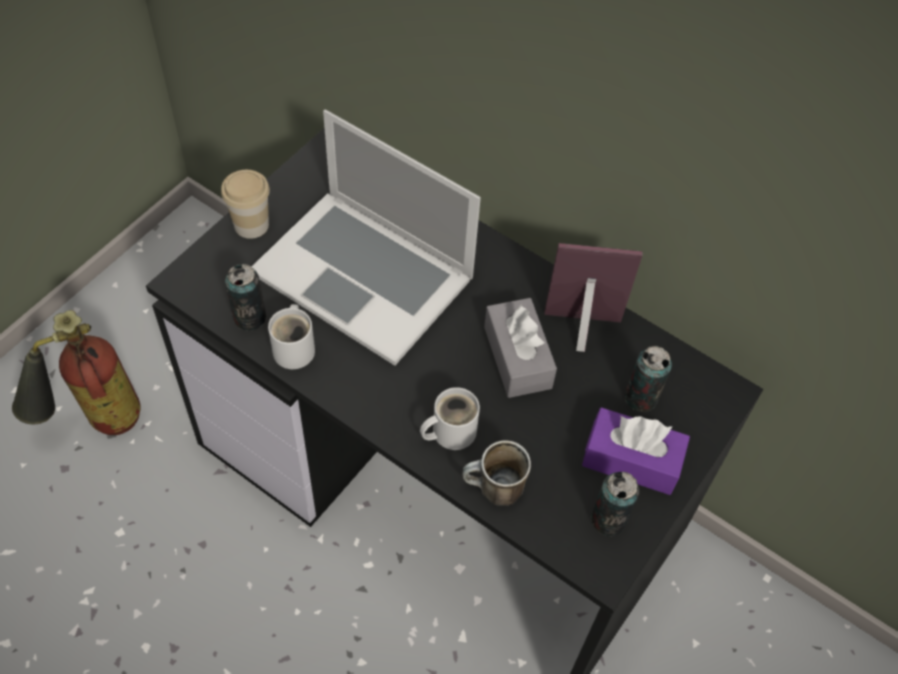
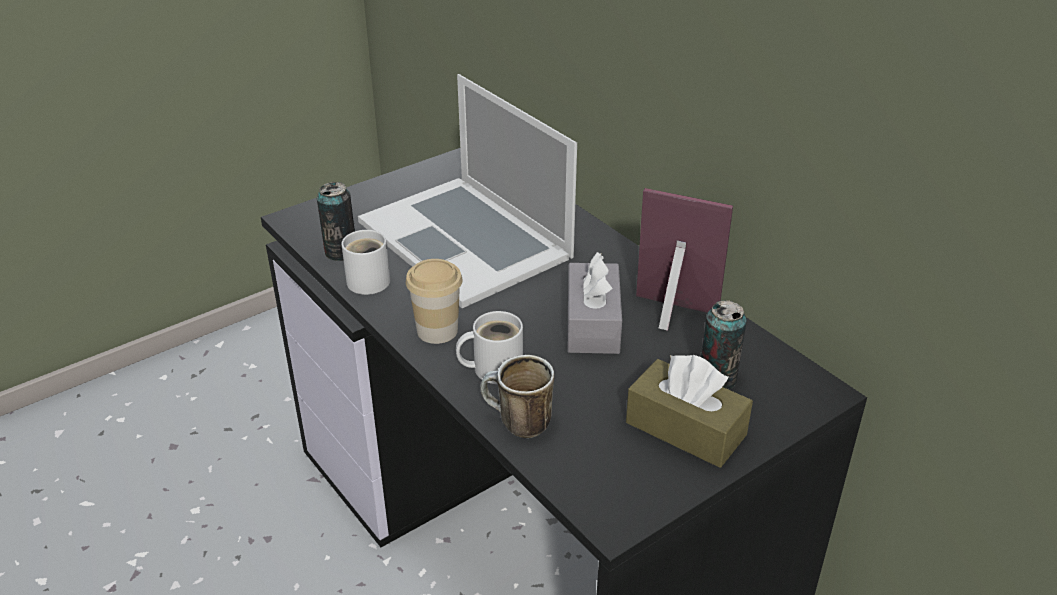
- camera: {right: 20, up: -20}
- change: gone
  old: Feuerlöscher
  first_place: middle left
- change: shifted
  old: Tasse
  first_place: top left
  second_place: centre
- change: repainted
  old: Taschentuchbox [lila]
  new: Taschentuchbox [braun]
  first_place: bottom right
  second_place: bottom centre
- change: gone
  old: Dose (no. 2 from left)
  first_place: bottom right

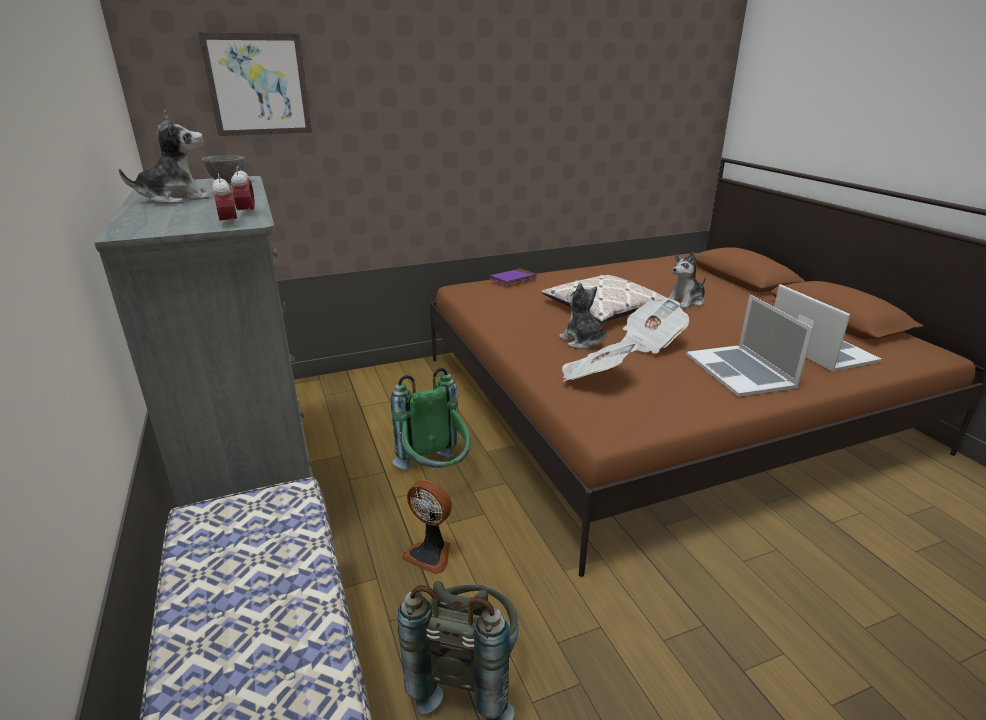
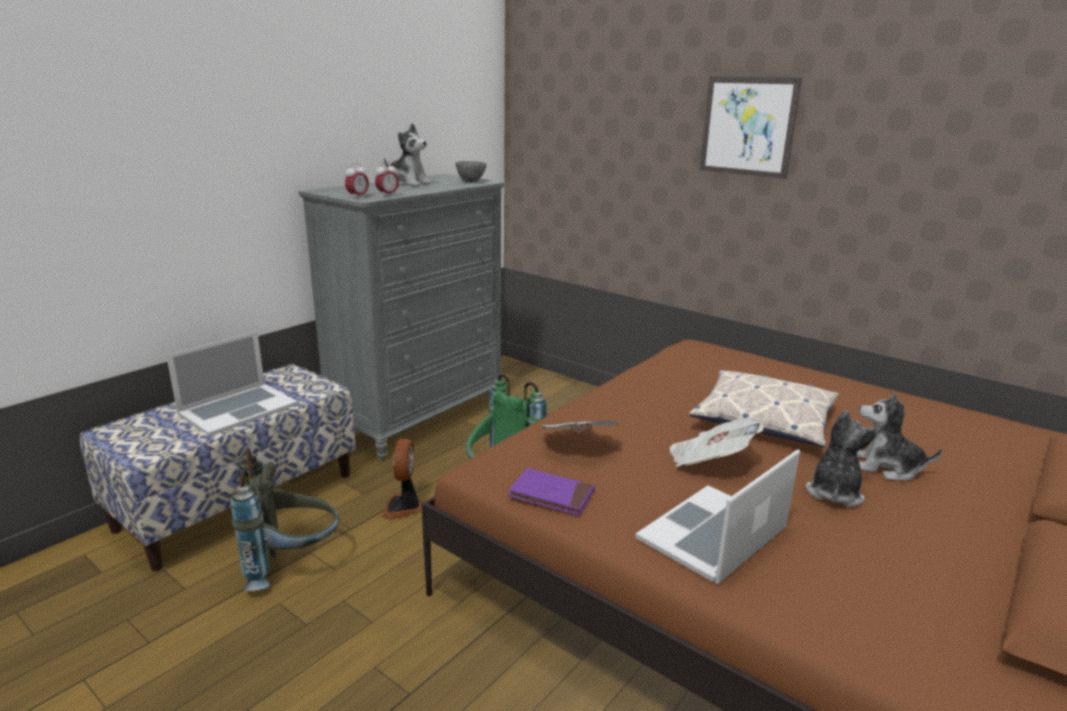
- camera: {right: 60, up: -5}
- change: shifted
  old: Bild
  first_place: top left
  second_place: top right
- change: shifted
  old: Buch [lila]
  first_place: centre
  second_place: bottom centre
- change: shifted
  old: Plüschtier (no. 2 from left)
  first_place: centre
  second_place: middle right
- change: shifted
  old: Laptop (no. 2 from left in the first image)
  new: Laptop (no. 1 from left)
  first_place: middle right
  second_place: middle left

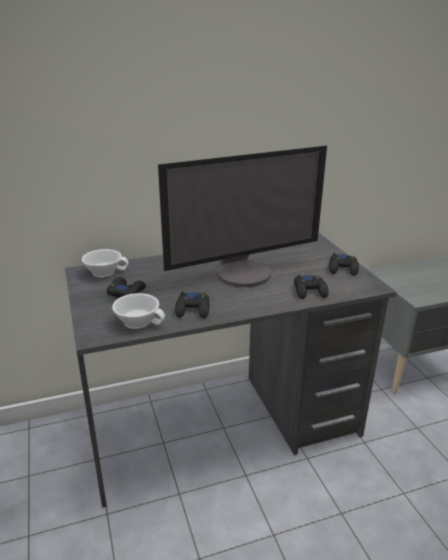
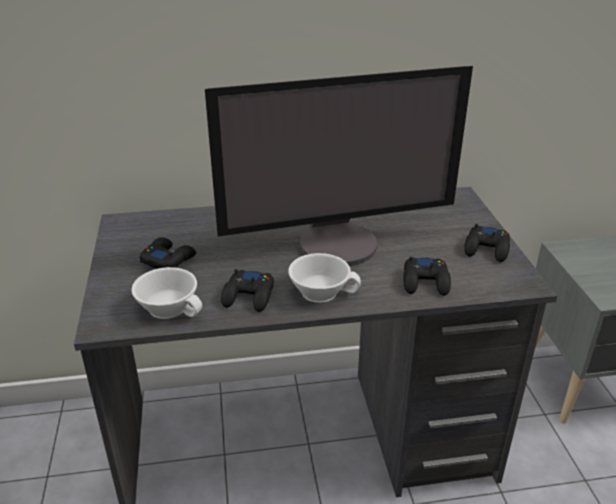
- camera: {right: 10, up: 5}
- change: shifted
  old: Tasse [weiß] (no. 1 from left in the first image)
  new: Tasse [weiß] (no. 2 from left)
  first_place: middle left
  second_place: centre

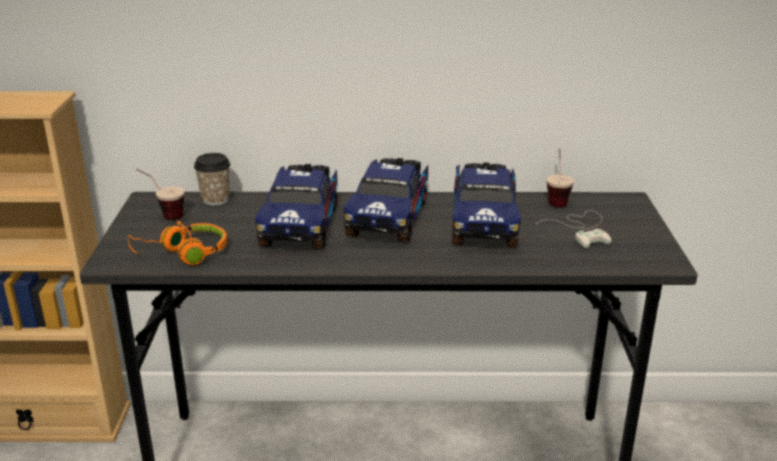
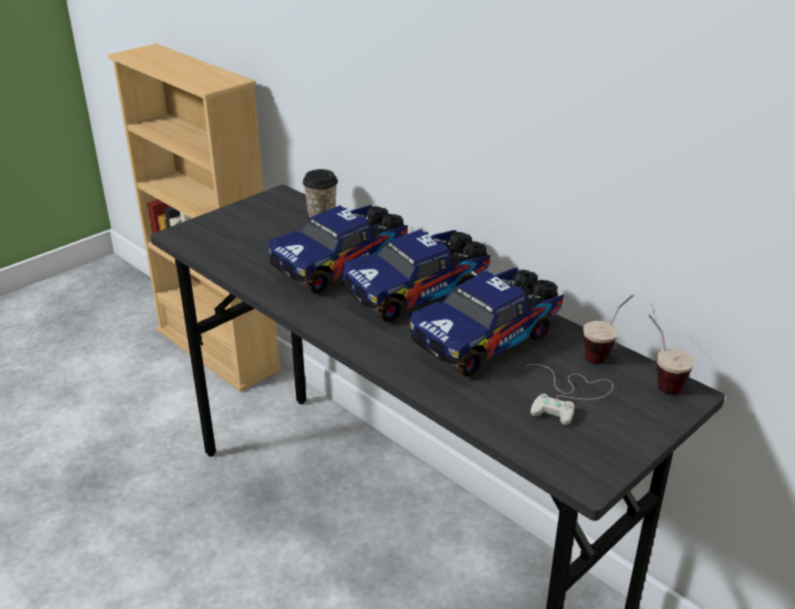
- camera: {right: 45, up: 5}
- change: gone
  old: Kopfhörer [orange]
  first_place: middle left
- change: shifted
  old: Tasse (no. 1 from left in the first image)
  new: Tasse (no. 3 from left)
  first_place: middle left
  second_place: middle right

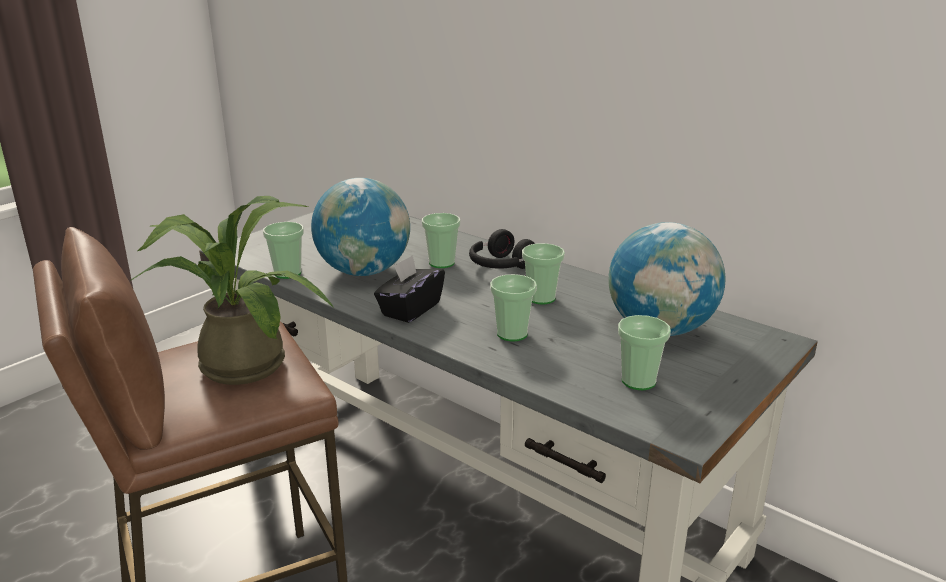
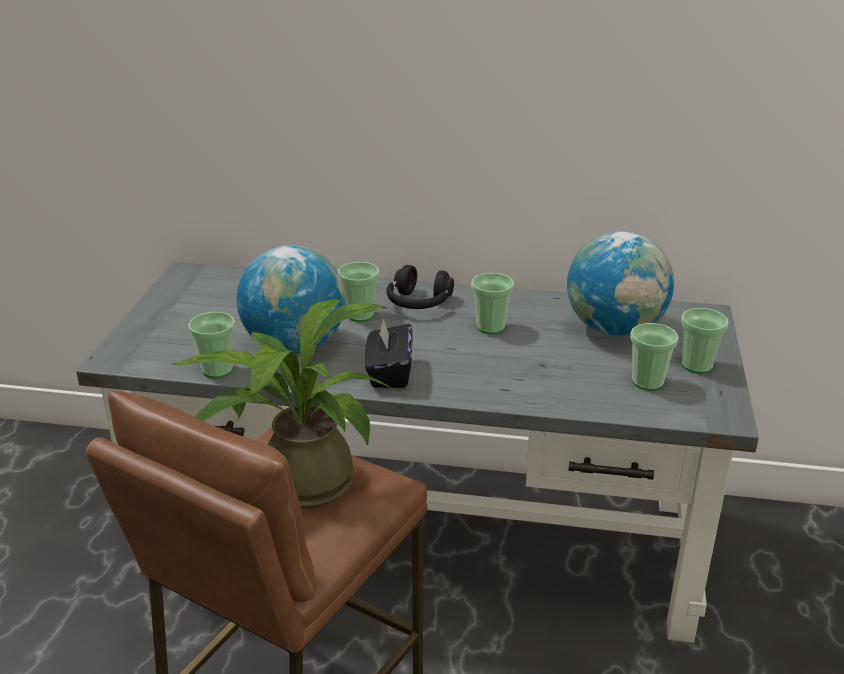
- camera: {right: -30, up: 5}
- change: shifted
  old: Tasse (no. 3 from left in the first image)
  new: Tasse (no. 5 from left)
  first_place: centre
  second_place: middle right

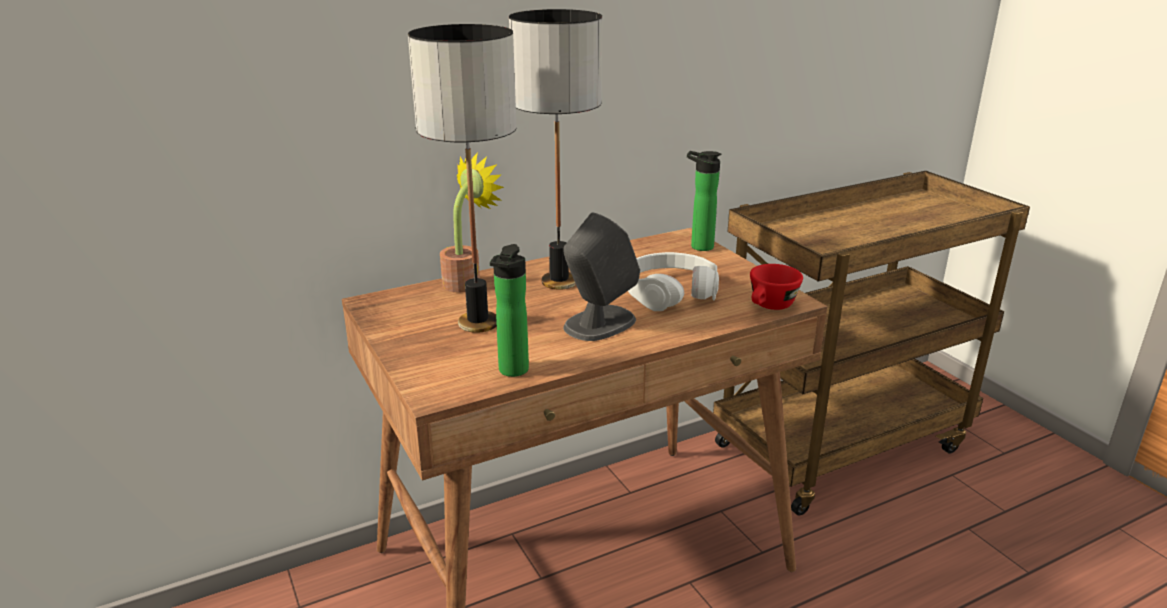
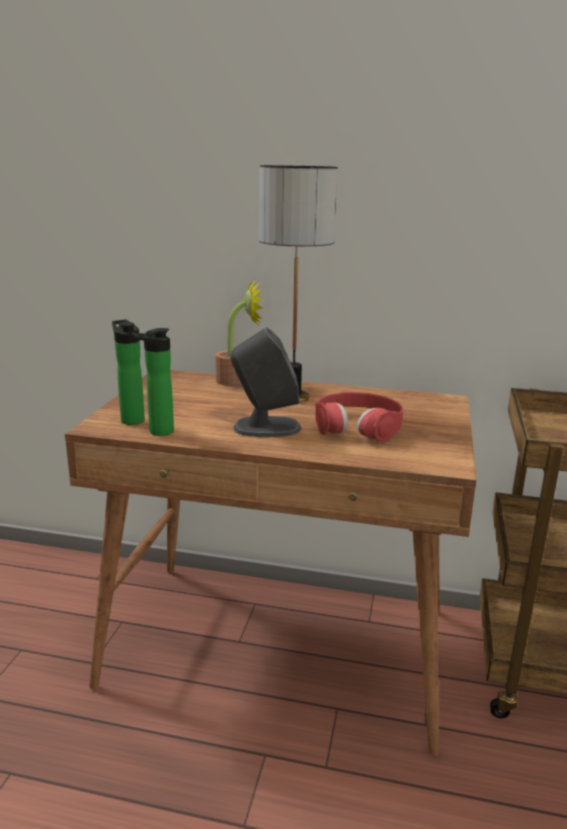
- camera: {right: 40, up: -5}
- change: gone
  old: Tischlampe (no. 1 from left)
  first_place: top centre
- change: repainted
  old: Kopfhörer [weiß]
  new: Kopfhörer [rot]
  first_place: centre
  second_place: centre
- change: shifted
  old: Flasche (no. 2 from left in the first image)
  new: Flasche (no. 1 from left)
  first_place: top centre
  second_place: middle left
- change: gone
  old: Tasse [rot]
  first_place: centre

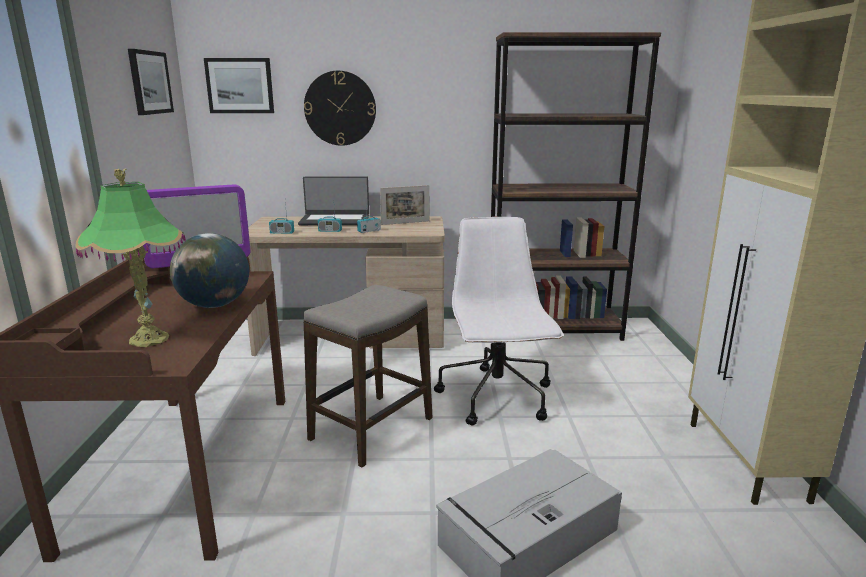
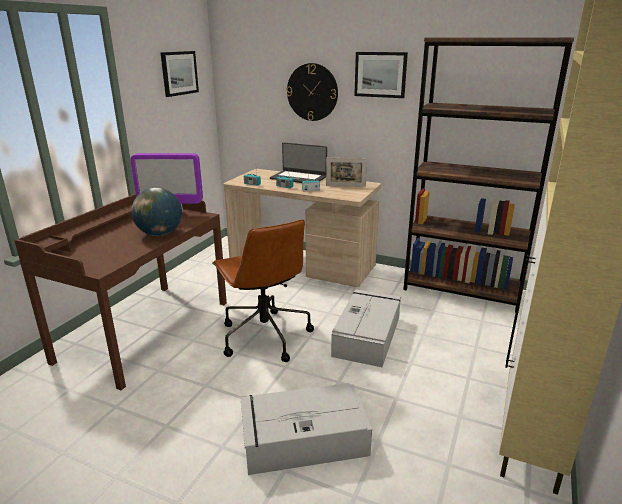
- camera: {right: 25, up: 5}
- change: gone
  old: Tischlampe
  first_place: middle left
- change: shifted
  old: Bild (no. 2 from left)
  first_place: top left
  second_place: top centre
- change: swapped
  old: Hocker
  new: Bürostuhl [braun]
  first_place: centre
  second_place: centre
- change: swapped
  old: Bürostuhl [weiß]
  new: Aufbewahrungsbox [grau] (no. 2 from left)
  first_place: centre
  second_place: centre

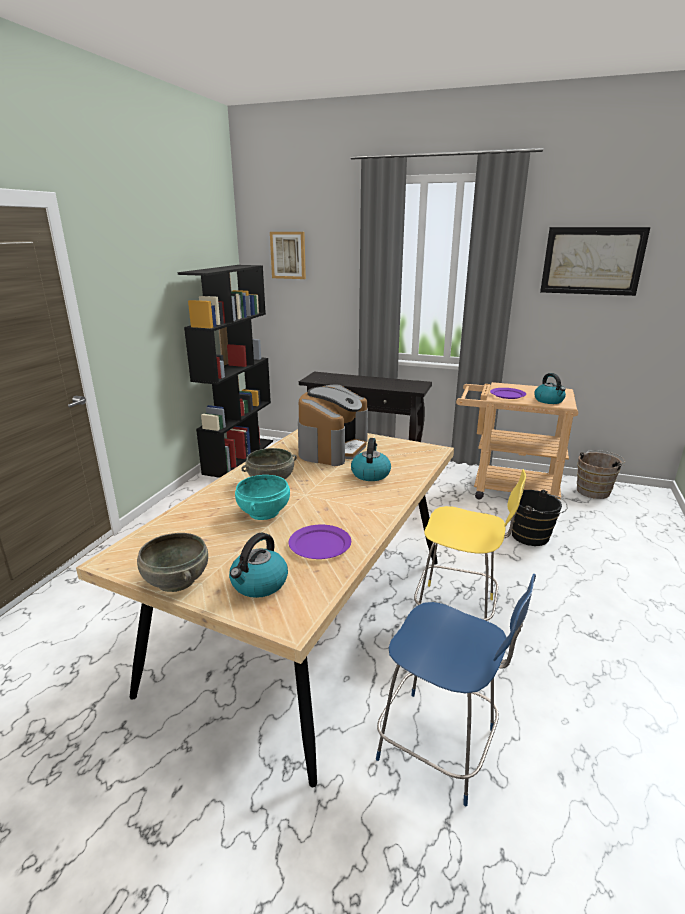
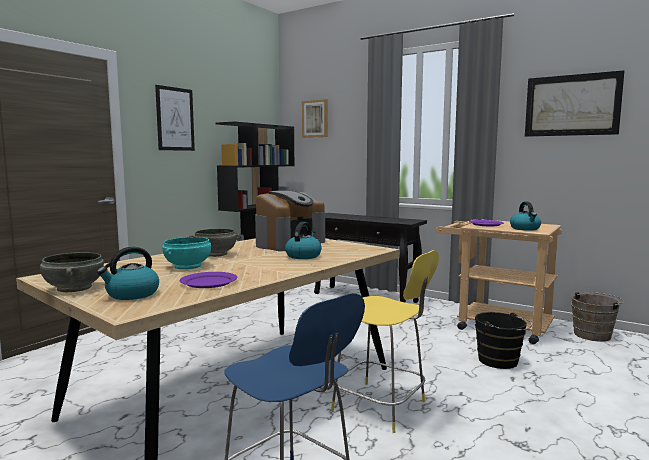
- camera: {right: 15, up: -15}
- change: new
  new: Bild (no. 1 from left)
  second_place: top left

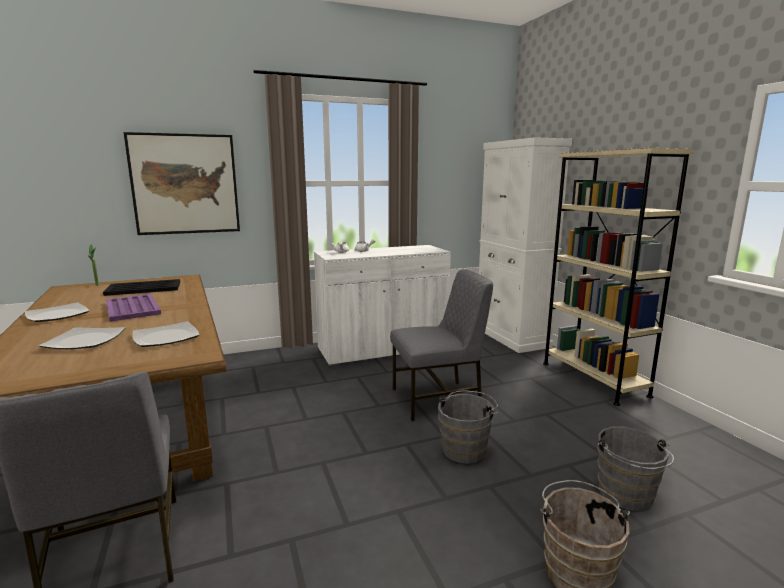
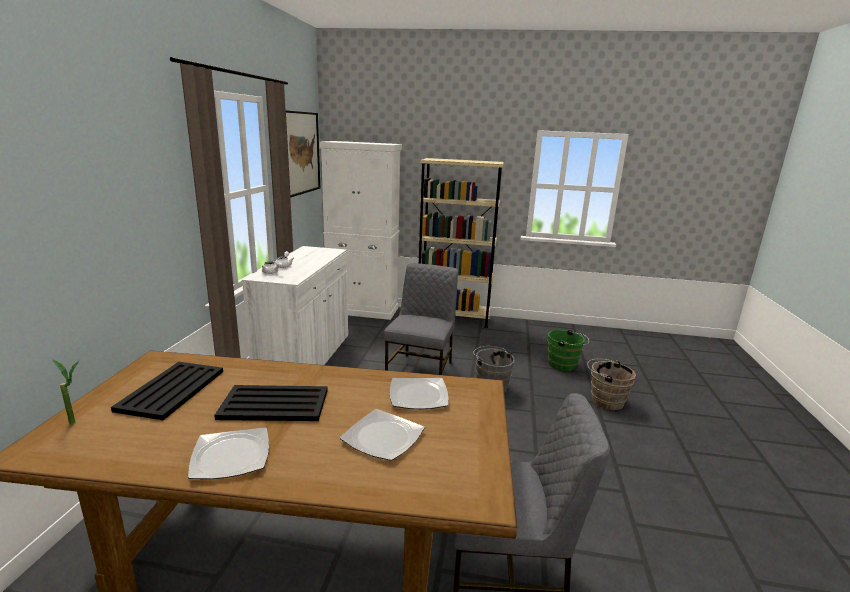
- camera: {right: -60, up: 5}
- change: repainted
  old: Tablett [lila]
  new: Tablett [schwarz] (no. 2 from left)
  first_place: middle left
  second_place: bottom left
- change: shifted
  old: Bild
  first_place: top left
  second_place: top centre
- change: repainted
  old: Eimer [grau] (no. 2 from left)
  new: Eimer [grün]
  first_place: bottom right
  second_place: middle right

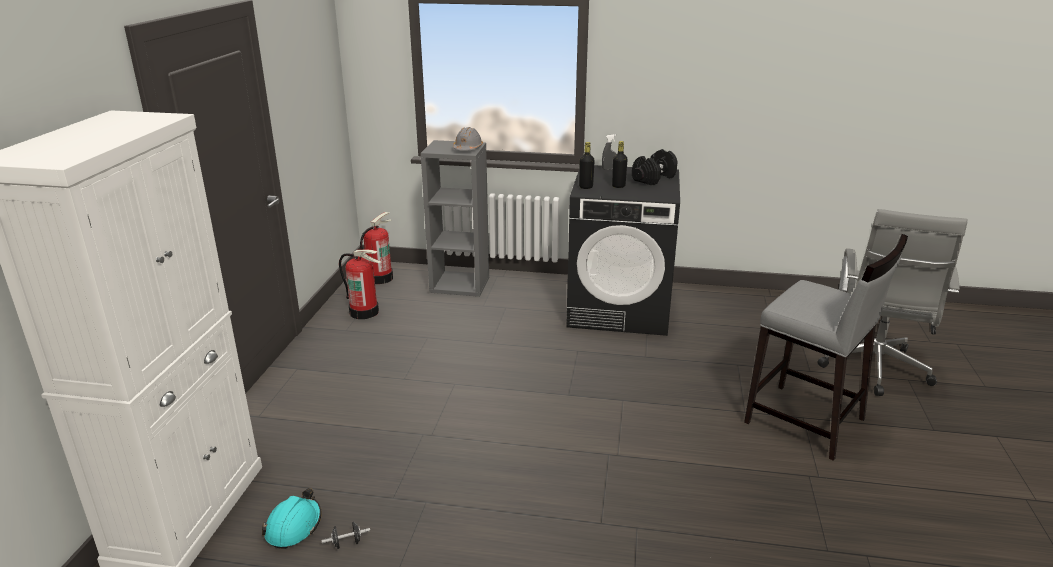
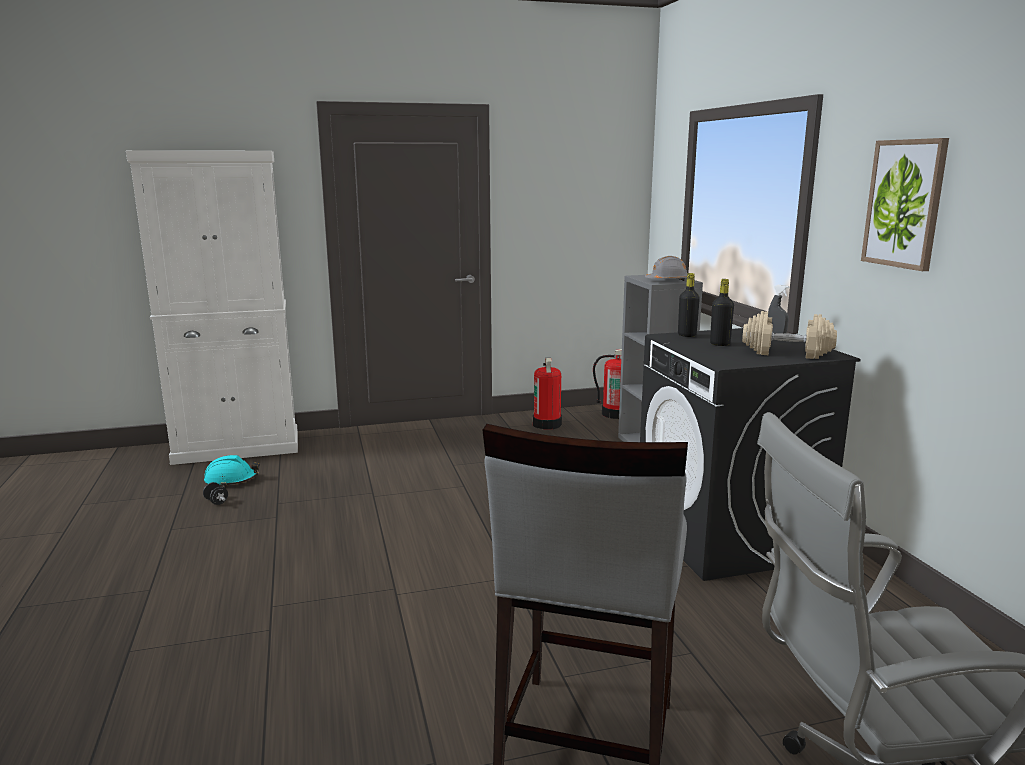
- camera: {right: 65, up: -10}
- change: repainted
  old: Hantel [schwarz] (no. 2 from left)
  new: Hantel [beige]
  first_place: top centre
  second_place: middle right
- change: new
  new: Bild
  second_place: top right

